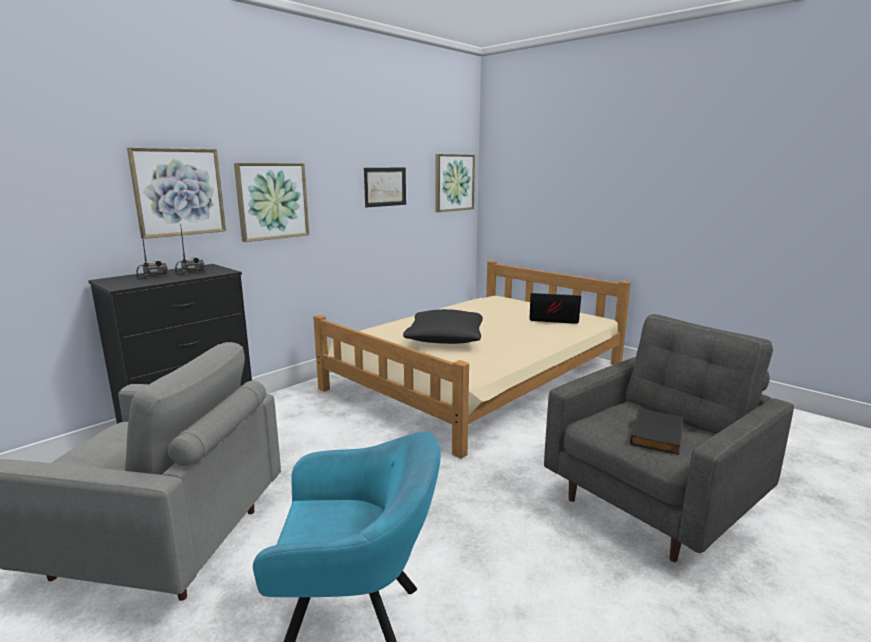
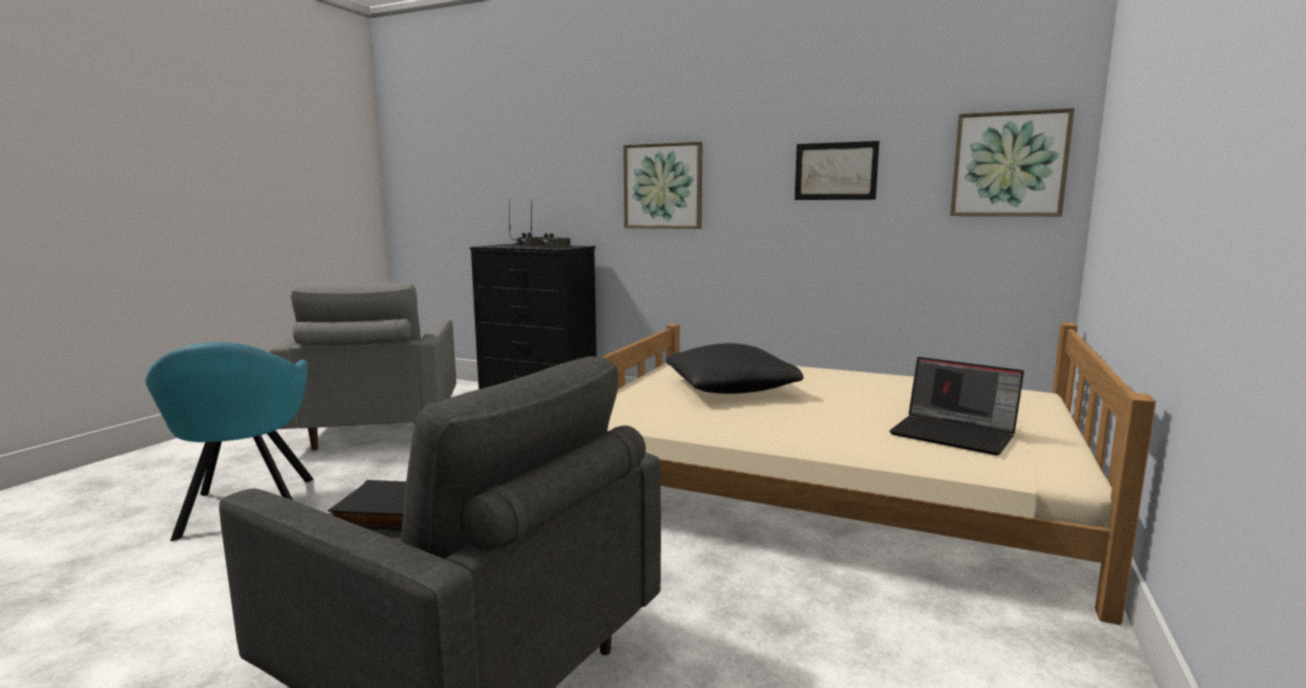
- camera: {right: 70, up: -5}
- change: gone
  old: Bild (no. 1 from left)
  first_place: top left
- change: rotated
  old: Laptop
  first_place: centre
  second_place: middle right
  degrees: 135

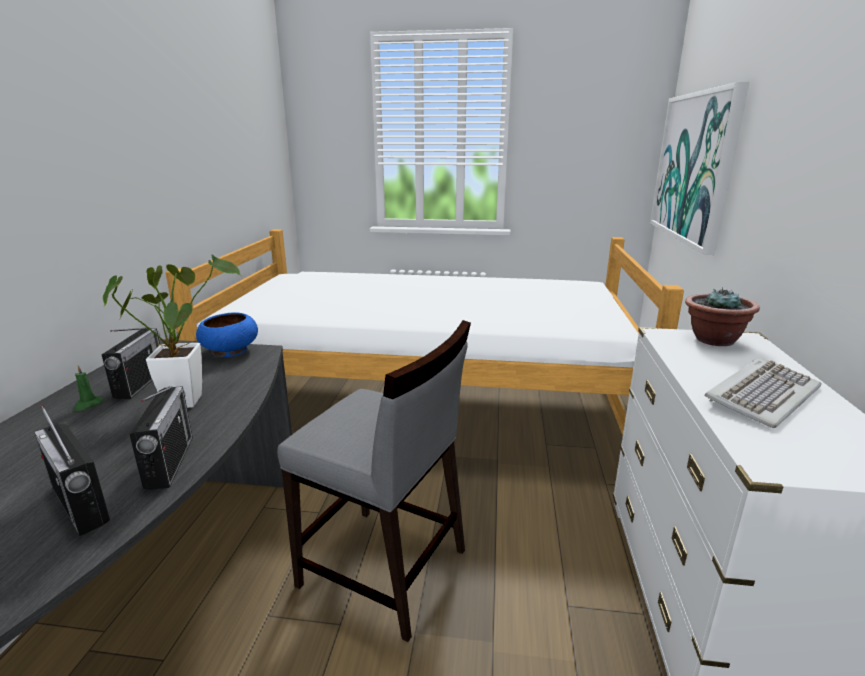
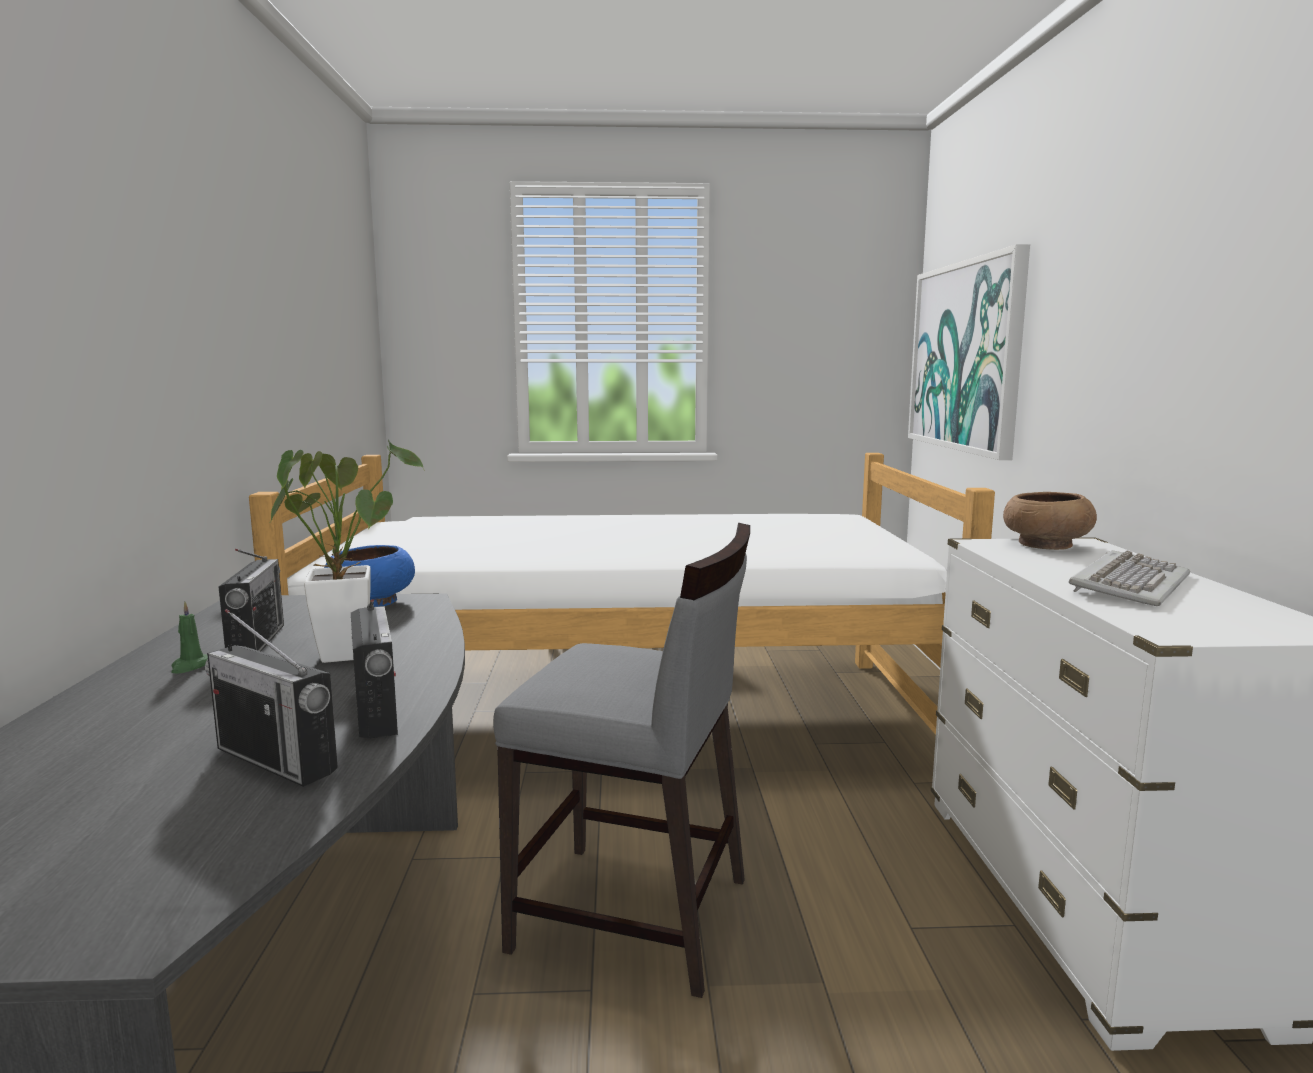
- camera: {right: -10, up: -10}
- change: swapped
  old: Topfpflanze (no. 2 from left)
  new: Schüssel [braun]
  first_place: middle right
  second_place: middle right

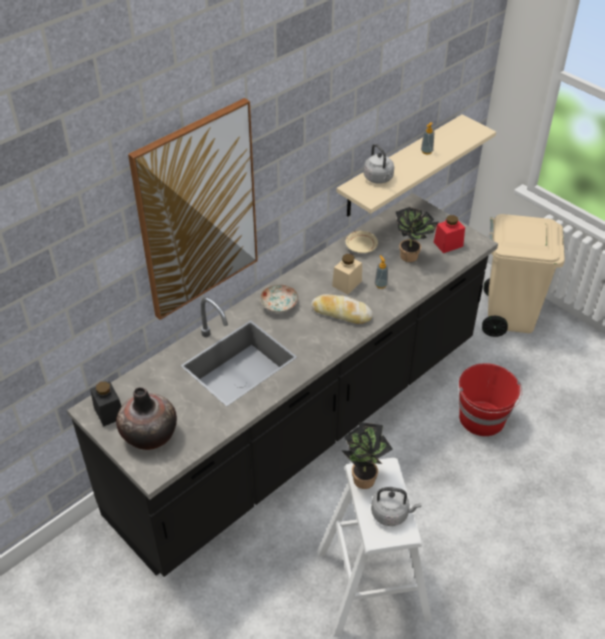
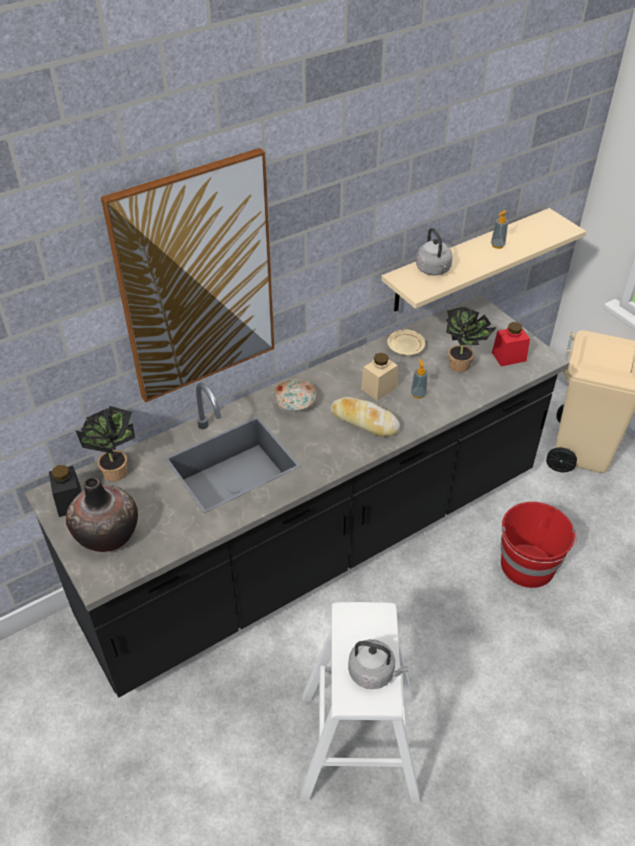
- camera: {right: 10, up: 0}
- change: shifted
  old: Topfpflanze (no. 1 from left)
  first_place: bottom centre
  second_place: middle left

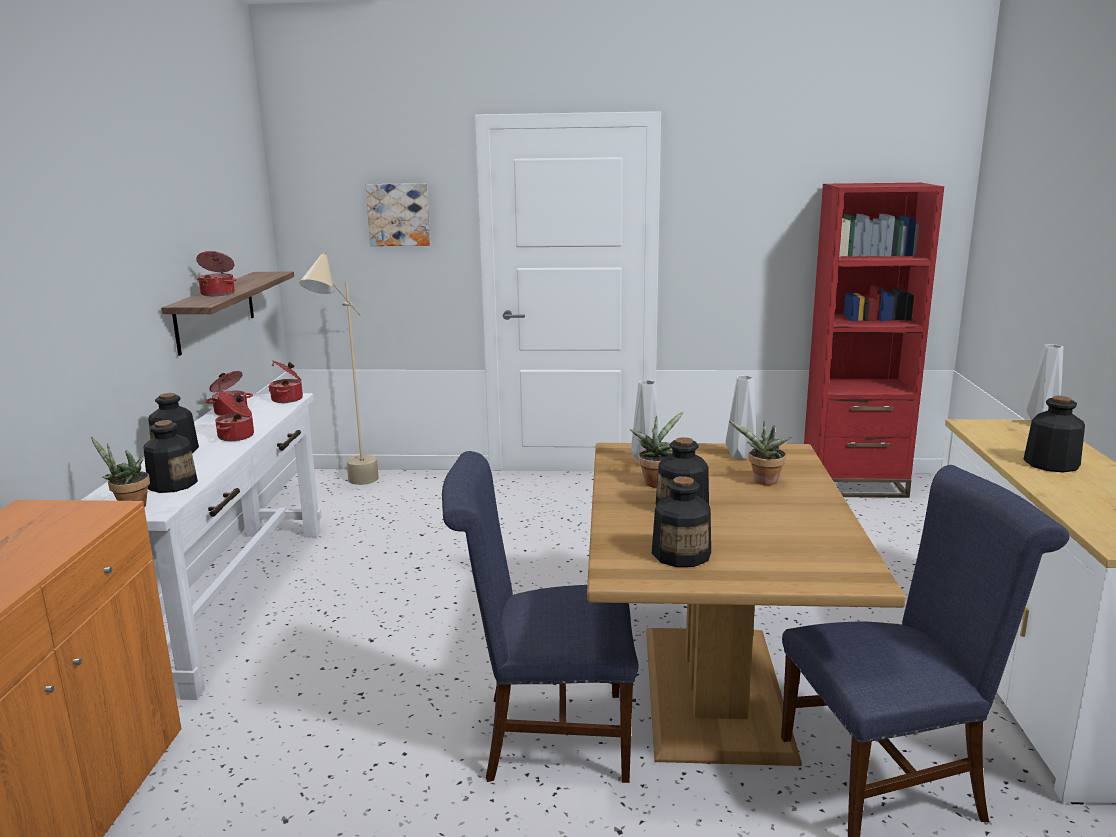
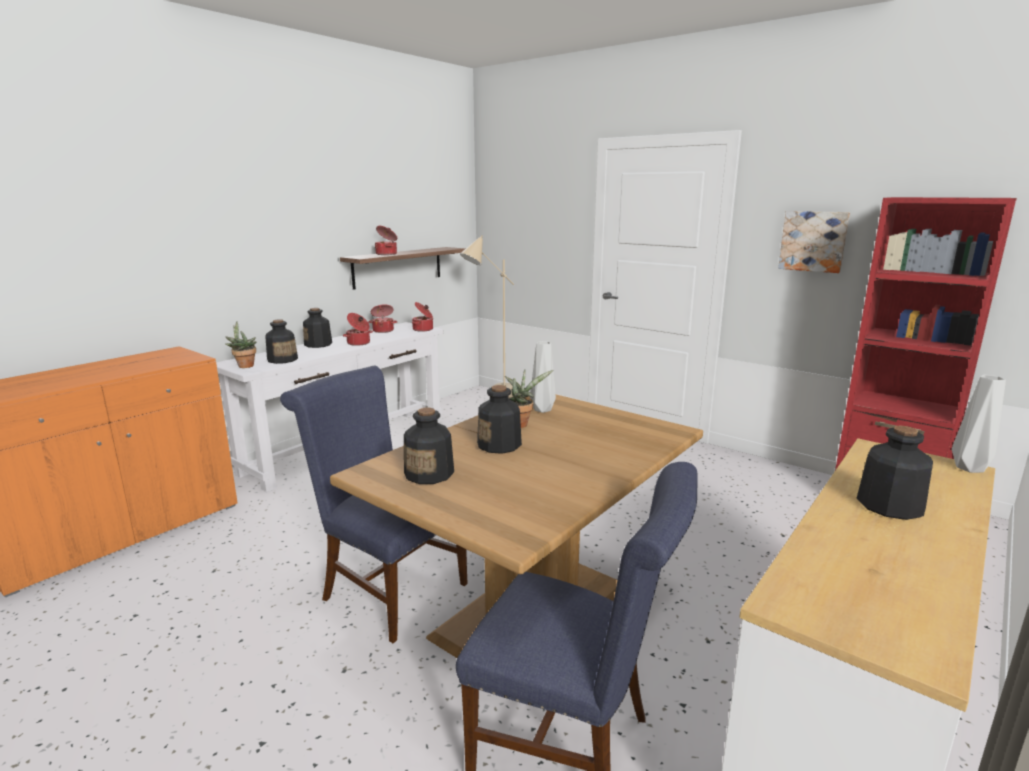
- camera: {right: 35, up: 0}
- change: shifted
  old: Bild
  first_place: top centre
  second_place: top right
- change: gone
  old: Vase [grau] (no. 2 from left)
  first_place: centre
- change: gone
  old: Topfpflanze (no. 3 from left)
  first_place: middle right

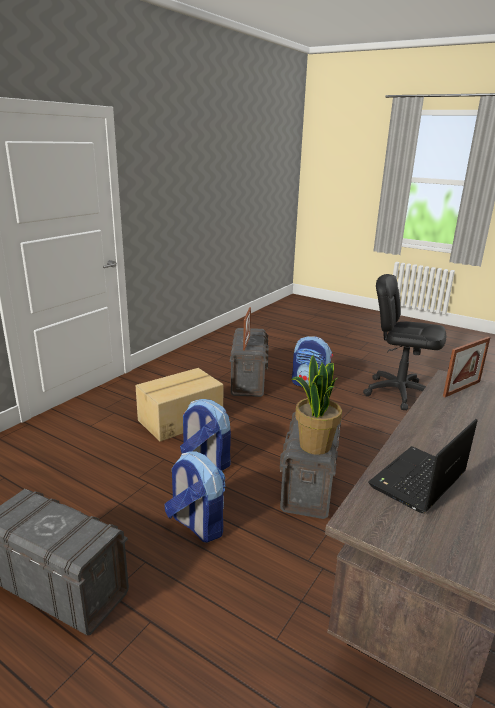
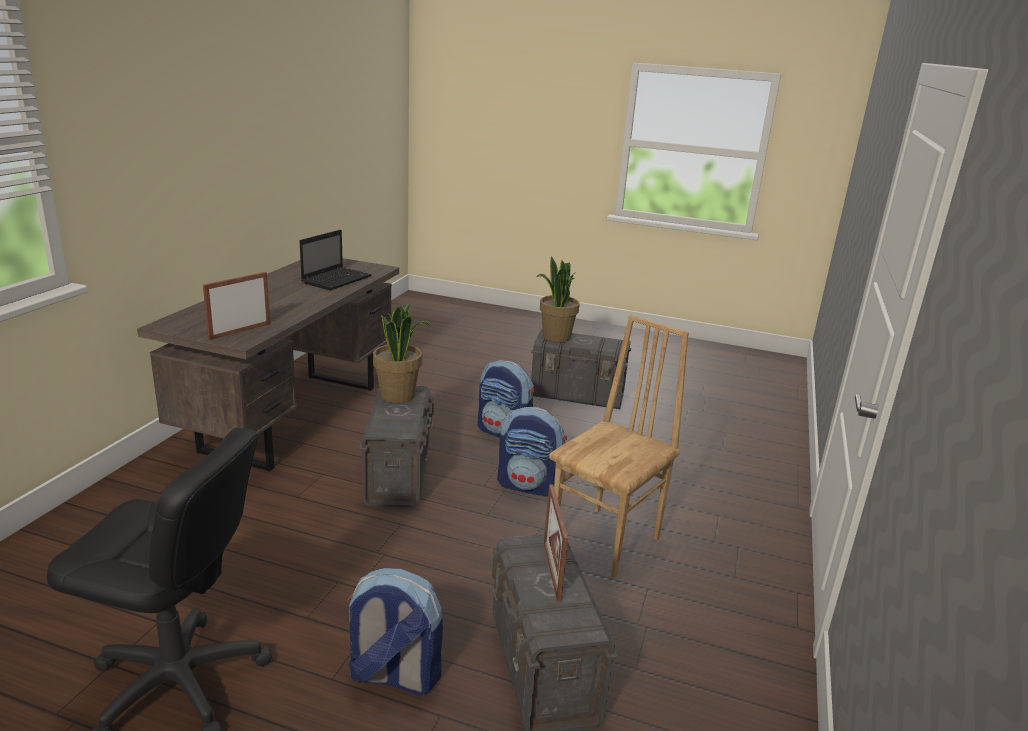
- camera: {right: 165, up: 0}
- change: swapped
  old: Karton
  new: Stuhl [braun]
  first_place: centre
  second_place: centre
- change: new
  new: Topfpflanze (no. 2 from left)
  second_place: centre

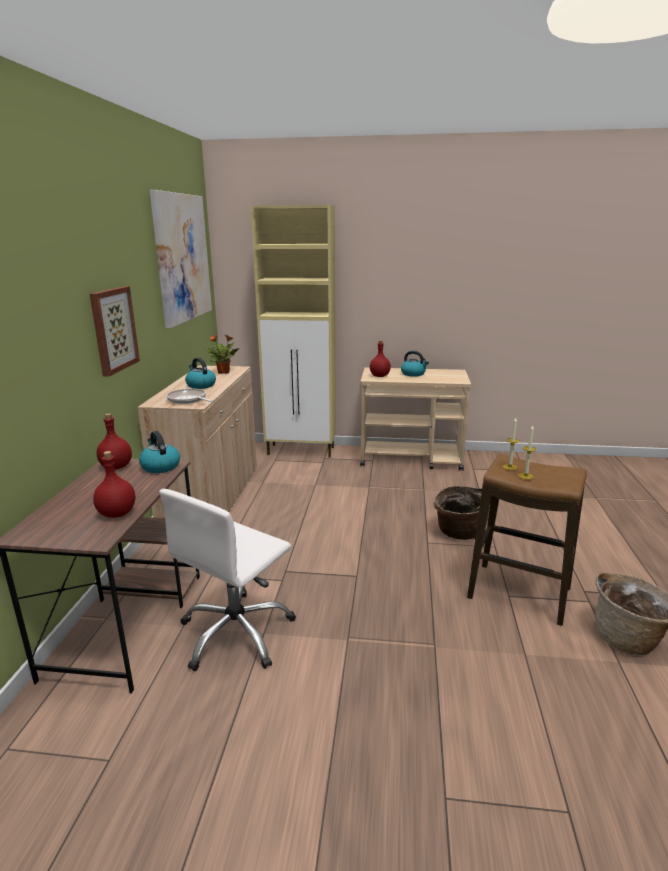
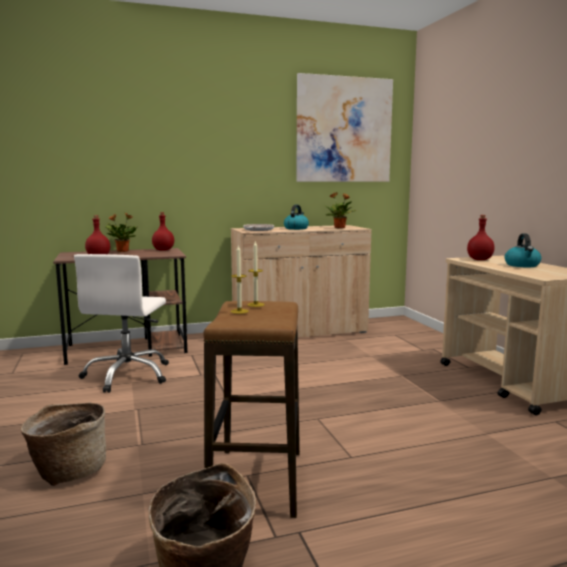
- camera: {right: 65, up: -10}
- change: gone
  old: Bild (no. 1 from left)
  first_place: middle left
- change: gone
  old: Wasserkessel (no. 1 from left)
  first_place: middle left
- change: rotated
  old: Bürostuhl [weiß]
  first_place: centre
  second_place: middle left
  degrees: -90
- change: gone
  old: Schrank [beige] (no. 2 from left)
  first_place: centre
- change: shifted
  old: Korb (no. 1 from left)
  first_place: middle right
  second_place: bottom left
- change: new
  new: Topfpflanze (no. 1 from left)
  second_place: middle left

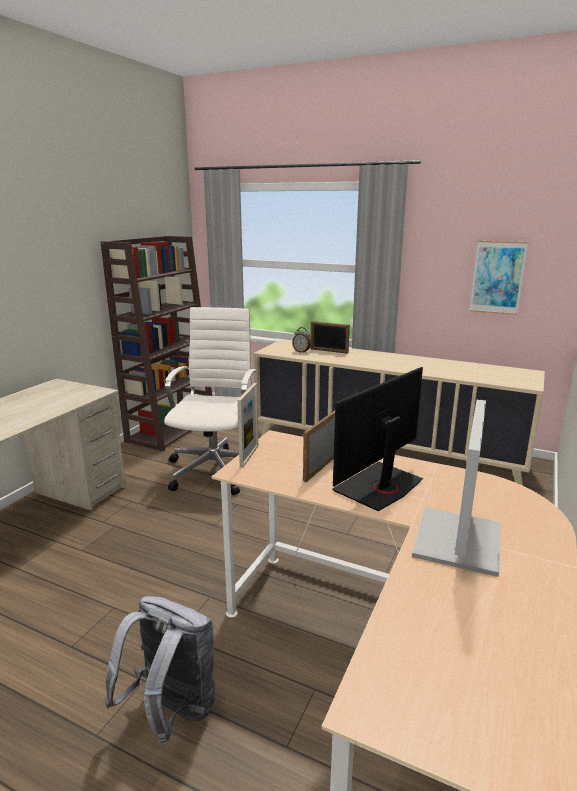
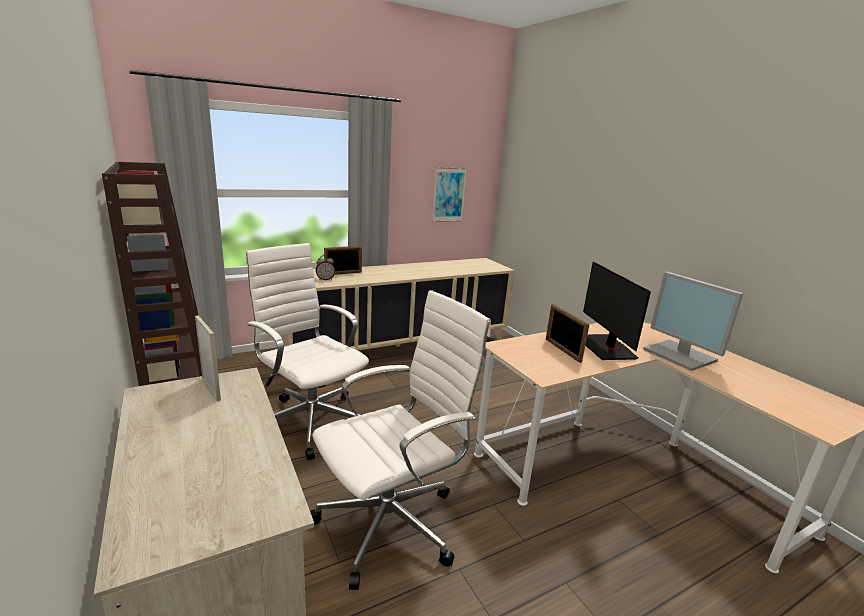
- camera: {right: -55, up: 0}
- change: gone
  old: Rucksack [grau]
  first_place: bottom left
- change: shifted
  old: Bilderrahmen (no. 1 from left)
  first_place: centre
  second_place: middle left
- change: new
  new: Bürostuhl [weiß] (no. 2 from left)
  second_place: bottom centre

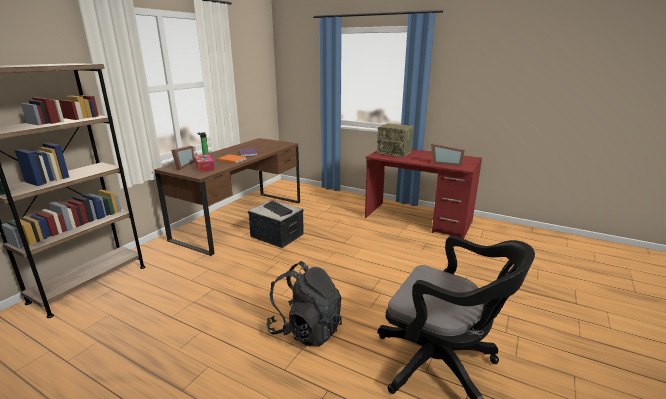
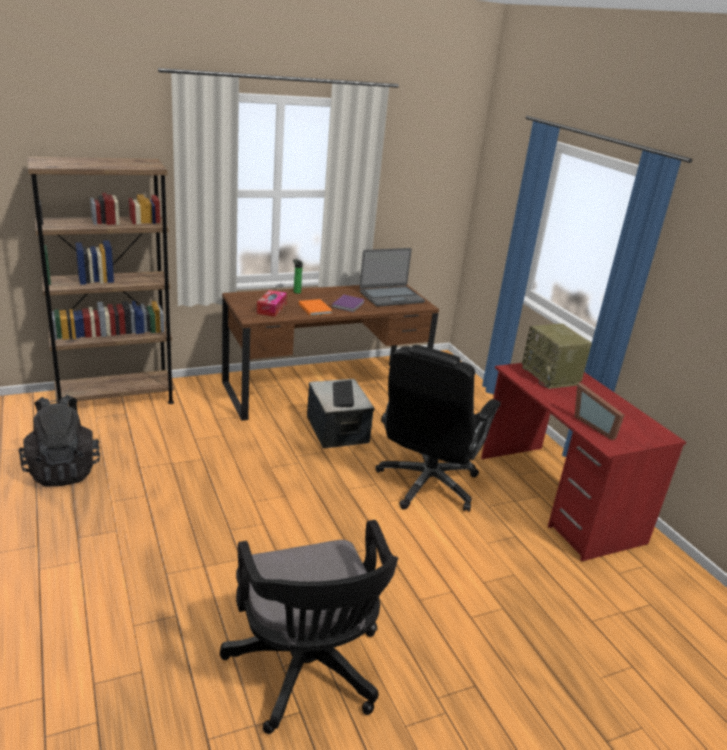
- camera: {right: 35, up: 5}
- change: gone
  old: Bilderrahmen (no. 1 from left)
  first_place: middle left
- change: shifted
  old: Rucksack [schwarz]
  first_place: bottom centre
  second_place: middle left
- change: new
  new: Laptop
  second_place: centre
- change: new
  new: Bürostuhl [schwarz] (no. 2 from left)
  second_place: centre

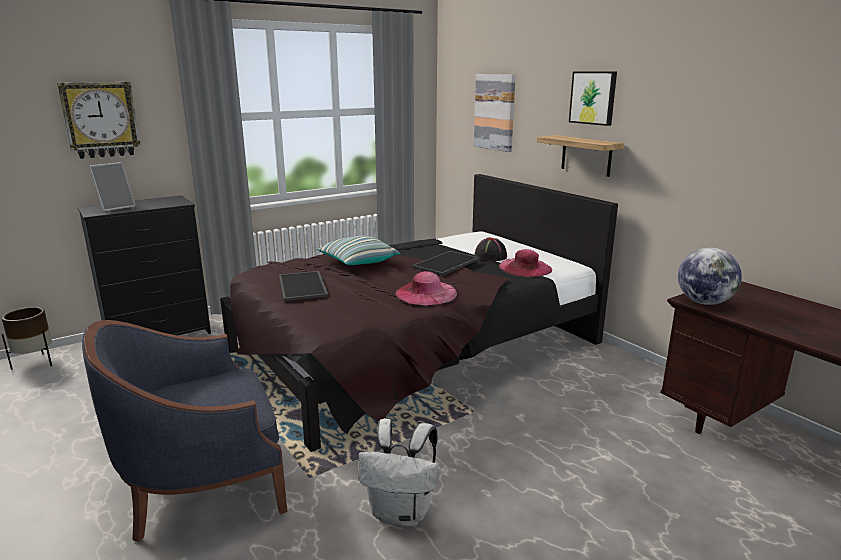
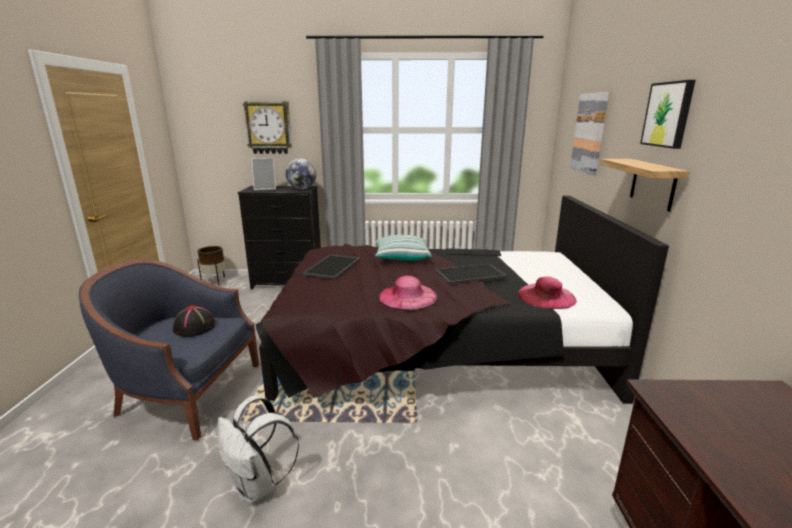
- camera: {right: 35, up: 0}
- change: shifted
  old: Hut [schwarz]
  first_place: centre
  second_place: middle left
- change: shifted
  old: Globus
  first_place: middle right
  second_place: top centre

